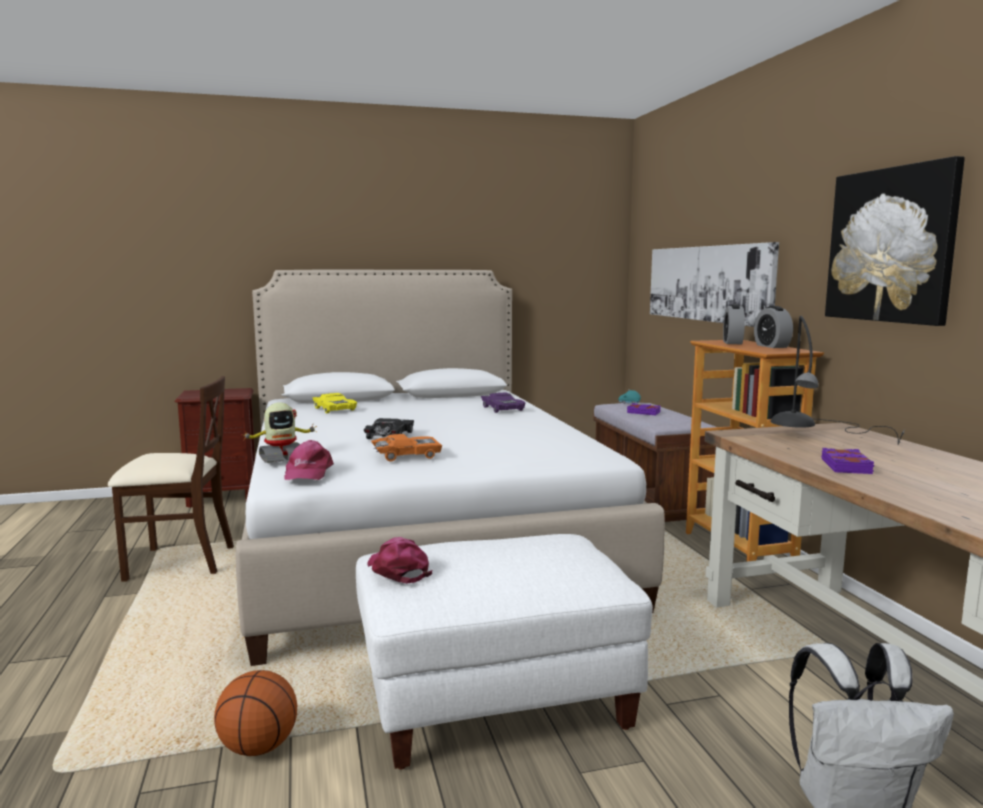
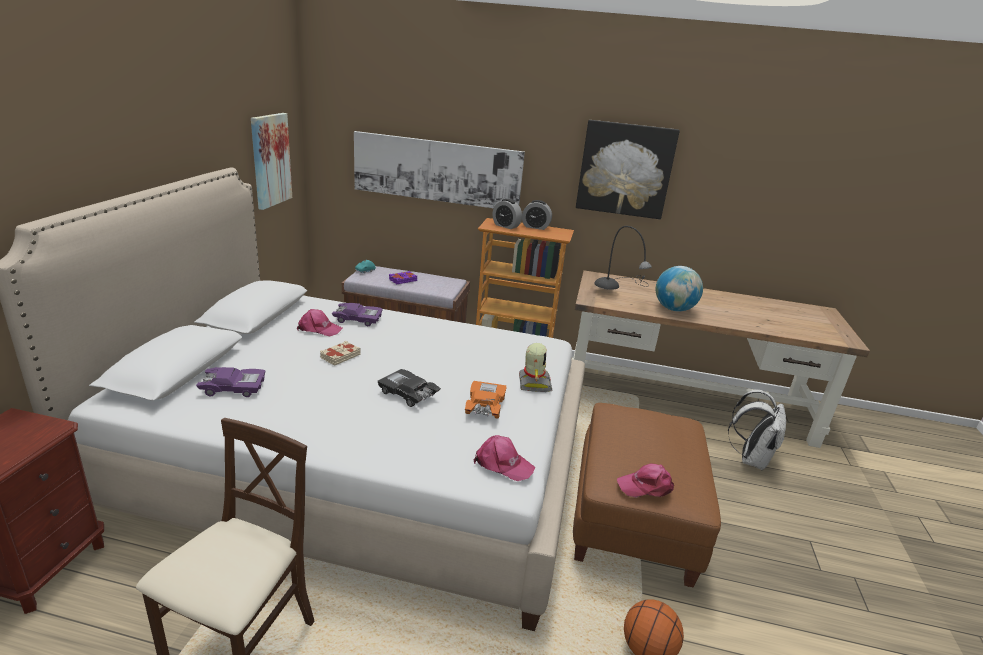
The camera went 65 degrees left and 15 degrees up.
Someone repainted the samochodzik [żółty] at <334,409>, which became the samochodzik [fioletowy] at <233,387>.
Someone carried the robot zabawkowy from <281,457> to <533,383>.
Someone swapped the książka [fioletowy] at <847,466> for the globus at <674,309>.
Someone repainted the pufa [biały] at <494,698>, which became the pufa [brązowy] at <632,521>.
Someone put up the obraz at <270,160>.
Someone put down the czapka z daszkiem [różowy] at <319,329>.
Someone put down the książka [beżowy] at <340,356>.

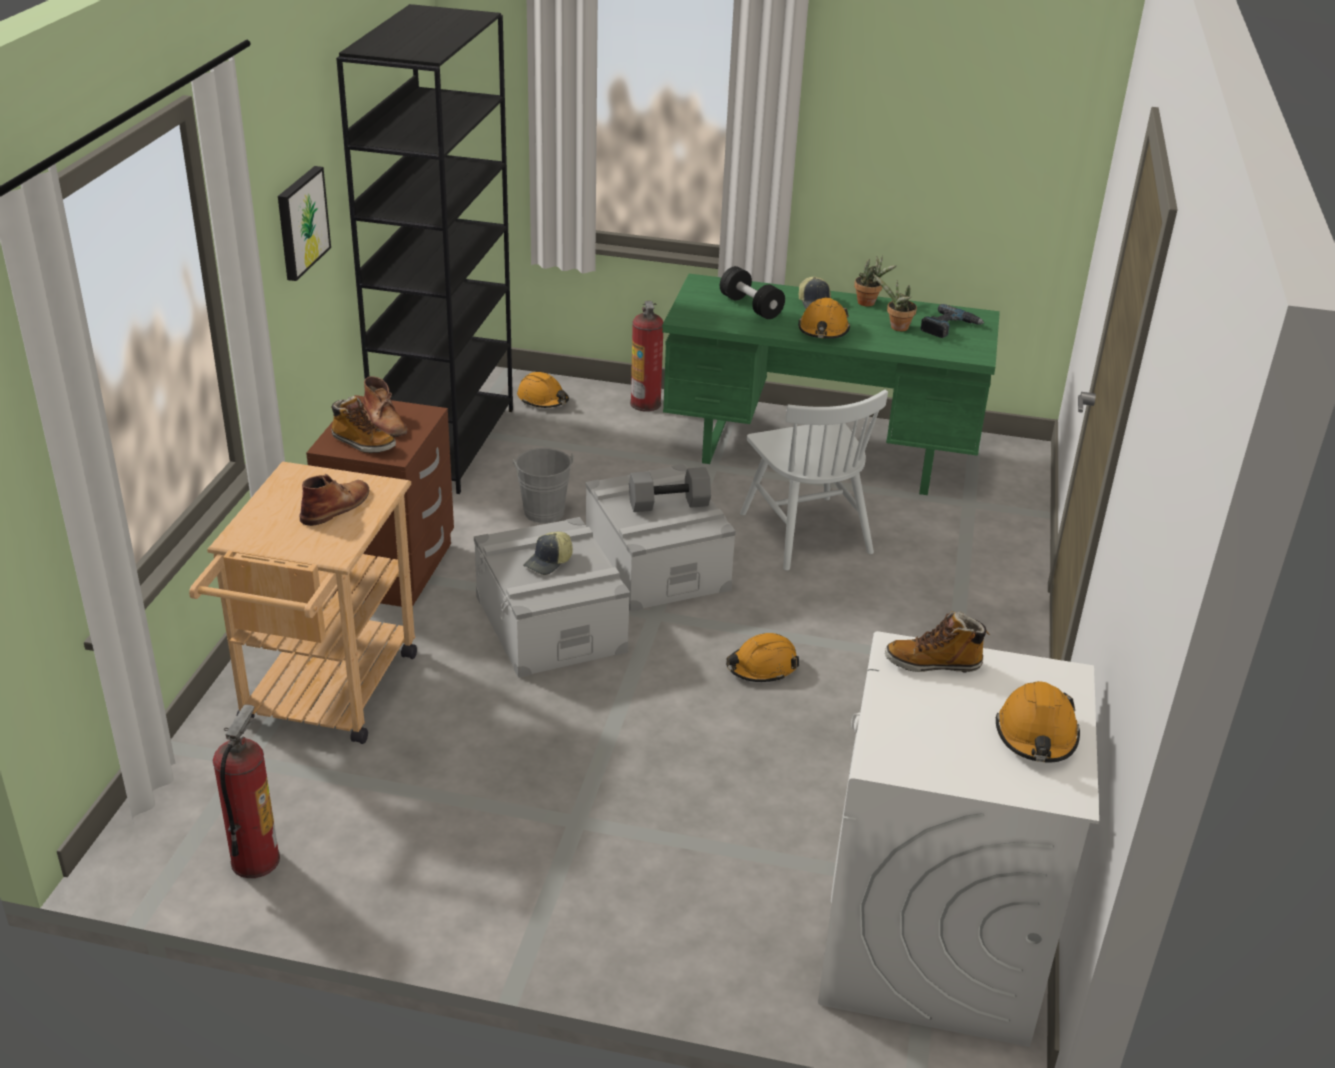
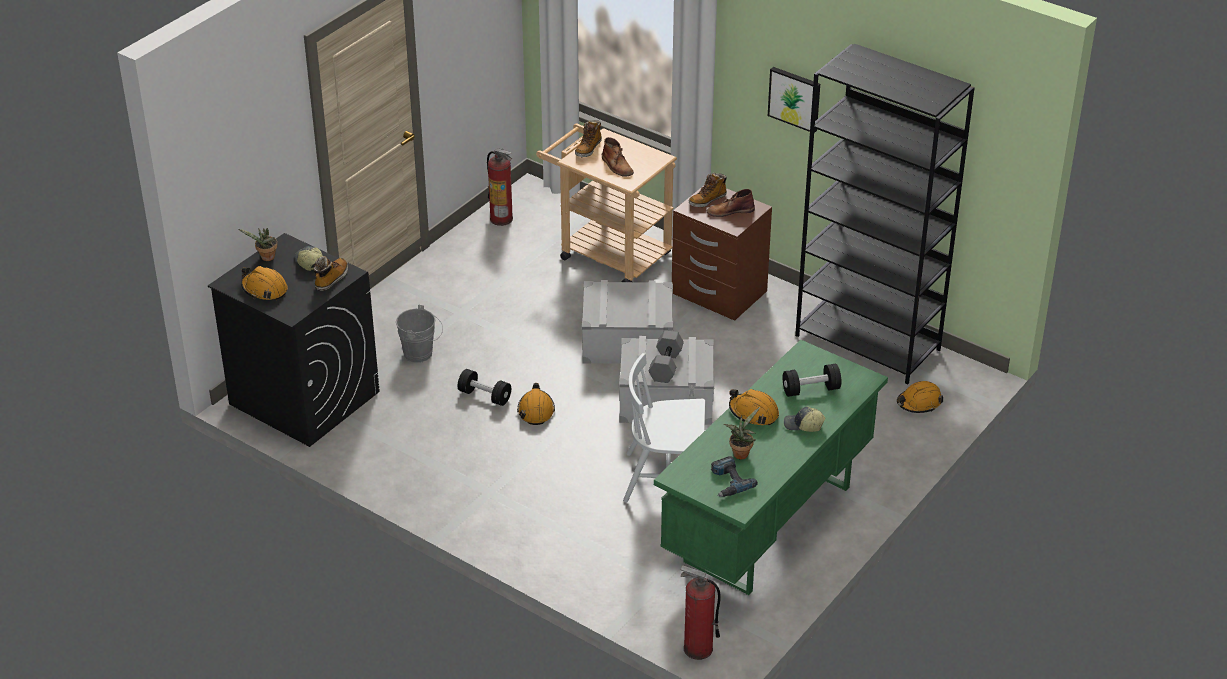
The camera went 115 degrees right and 5 degrees up.
Someone carried the roślina doniczkowa from <869,303> to <266,258>.
Someone carried the gaśnica from <646,404> to <697,649>.
Someone carried the wiadro [szary] from <543,510> to <421,354>.
Someone carried the czapka z daszkiem from <549,562> to <308,262>.
Someone repainted the pralka [biały] at <931,942>, which became the pralka [czarny] at <303,397>.
Someone put down the but z cholewką at <588,149>.
Someone put down the hantel [czarny] at <484,396>.

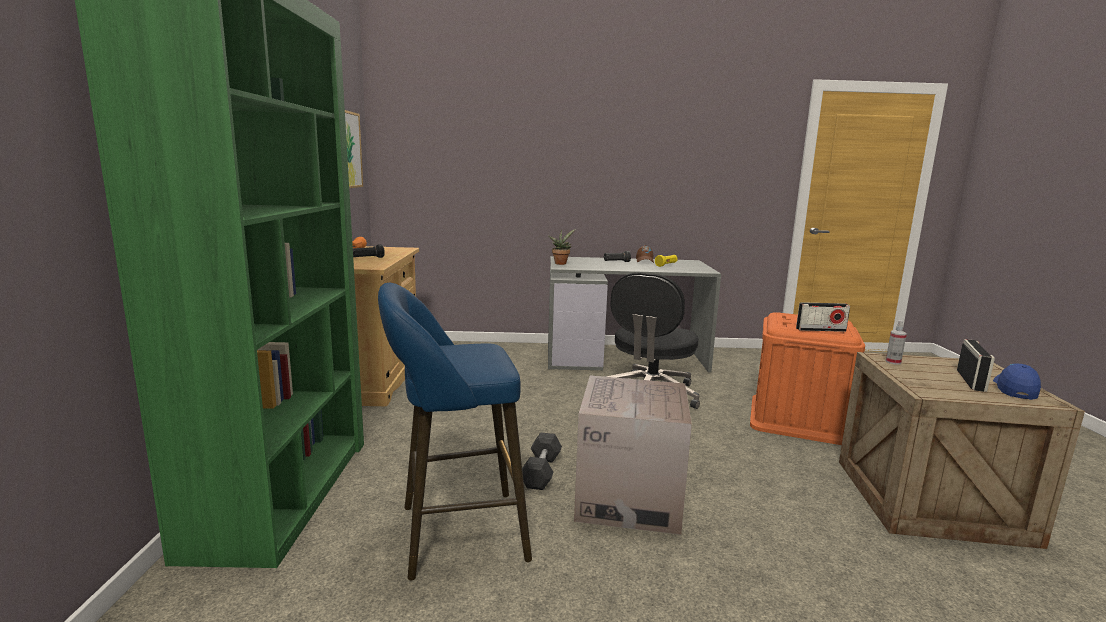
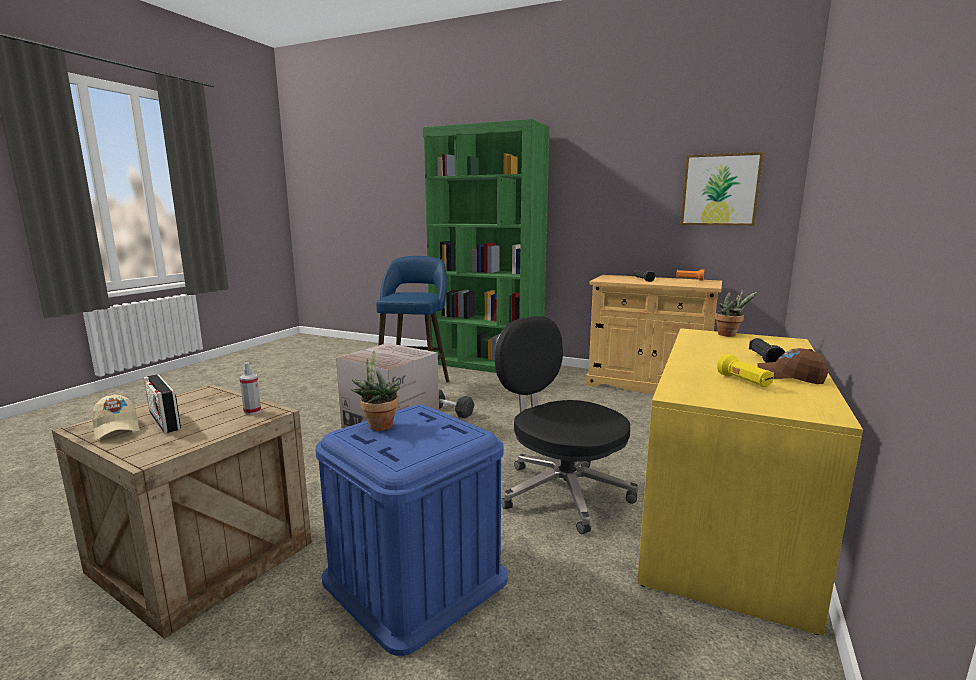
The camera went 115 degrees right and 0 degrees up.
Someone repainted the biurko [szary] at <625,357>, which became the biurko [żółty] at <727,521>.
Someone swapped the radio at <820,330> for the roślina doniczkowa at <378,425>.
Someone repainted the pojemnik do przechowywania [pomarańczowy] at <798,419>, which became the pojemnik do przechowywania [niebieski] at <415,578>.
Someone repainted the czapka z daszkiem [niebieski] at <1015,389>, which became the czapka z daszkiem [beżowy] at <116,428>.

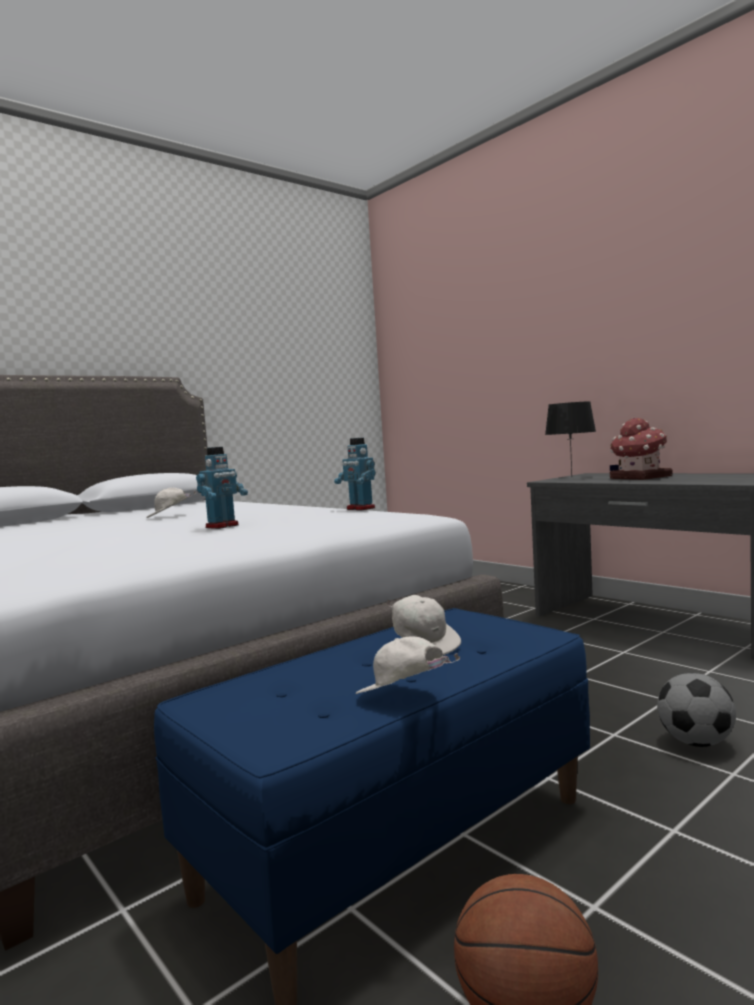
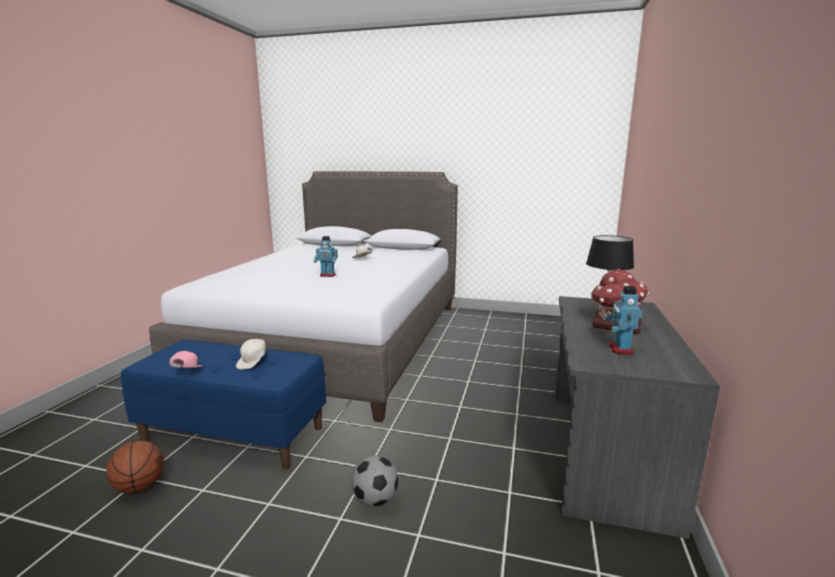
The camera went 55 degrees right and 10 degrees up.
Someone carried the robot zabawkowy from <360,509> to <620,349>.
Someone repainted the czapka z daszkiem [biały] at <403,697>, which became the czapka z daszkiem [różowy] at <186,373>.

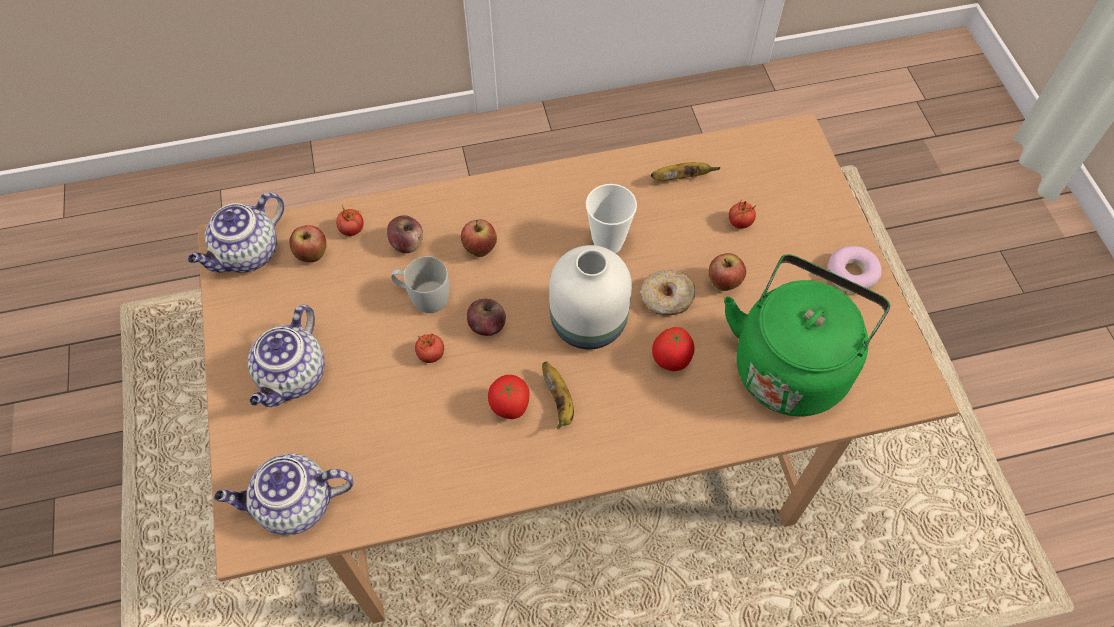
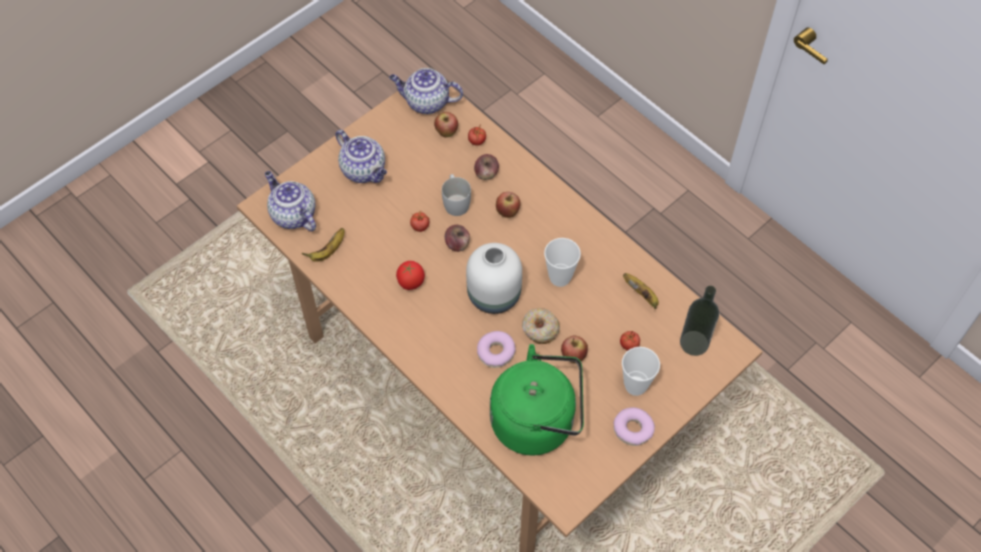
The camera went 60 degrees right and 0 degrees up.
Someone rotated the imbryk at <293,377> by 120 degrees counterclockwise.
Someone swapped the pomidor at <671,361> for the donut at <496,352>.
Someone carried the banan from <559,401> to <328,251>.
Someone put down the butelka at <694,343>.
Someone put down the filiżanka at <635,385>.

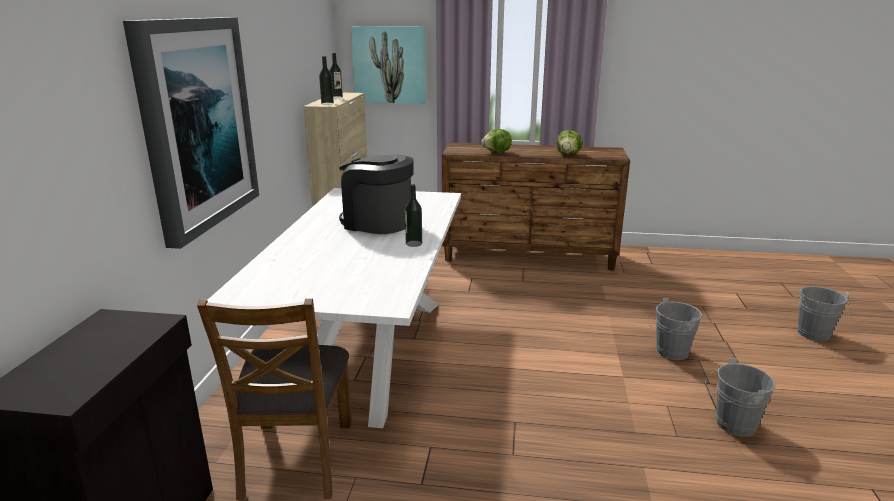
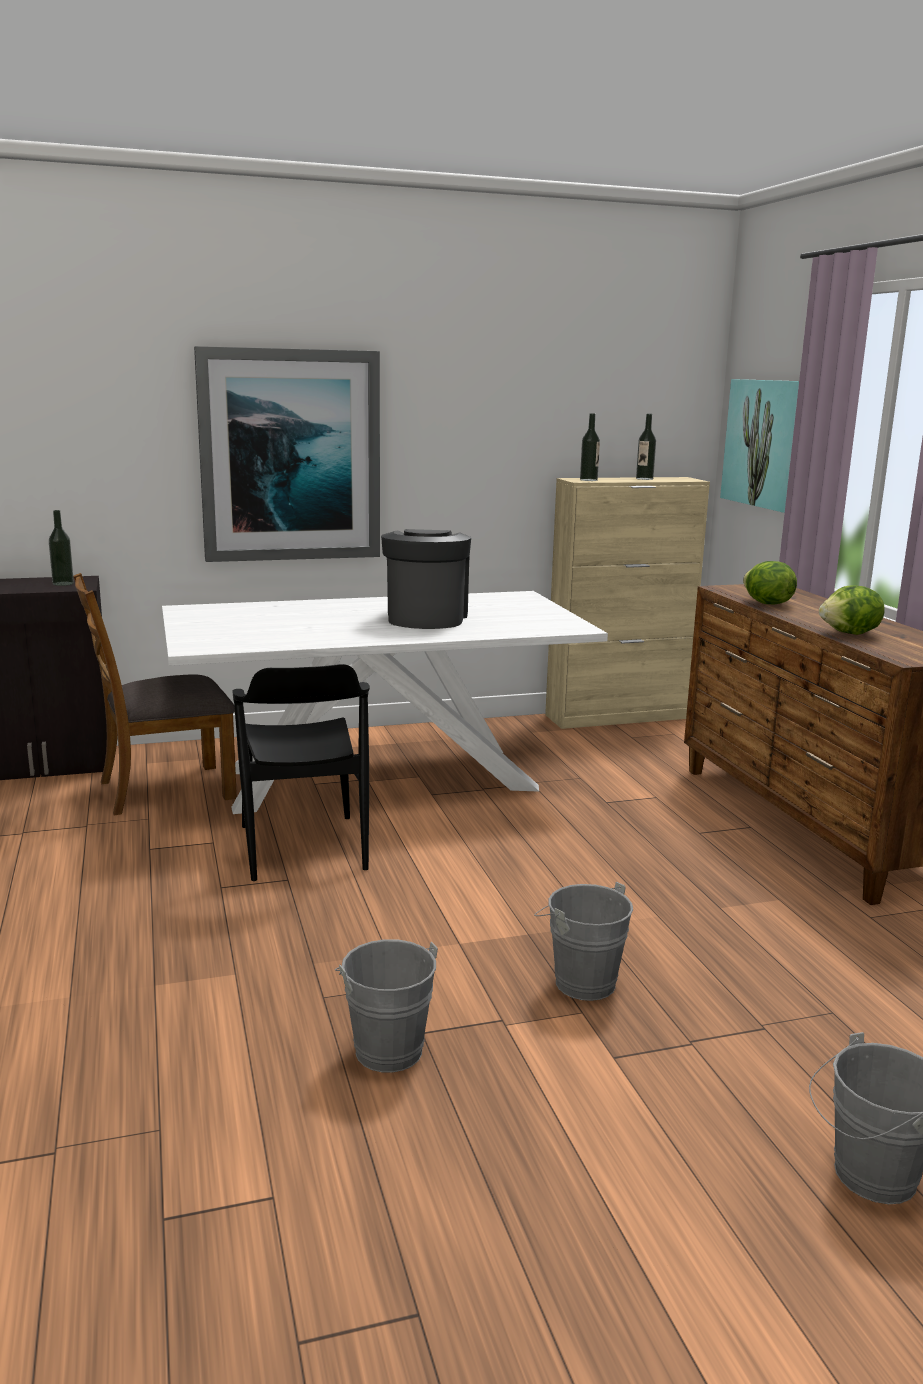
The camera went 65 degrees right and 5 degrees down.
Someone carried the butelka from <414,243> to <63,583>.
Someone put down the krzesło [czarny] at <303,847>.

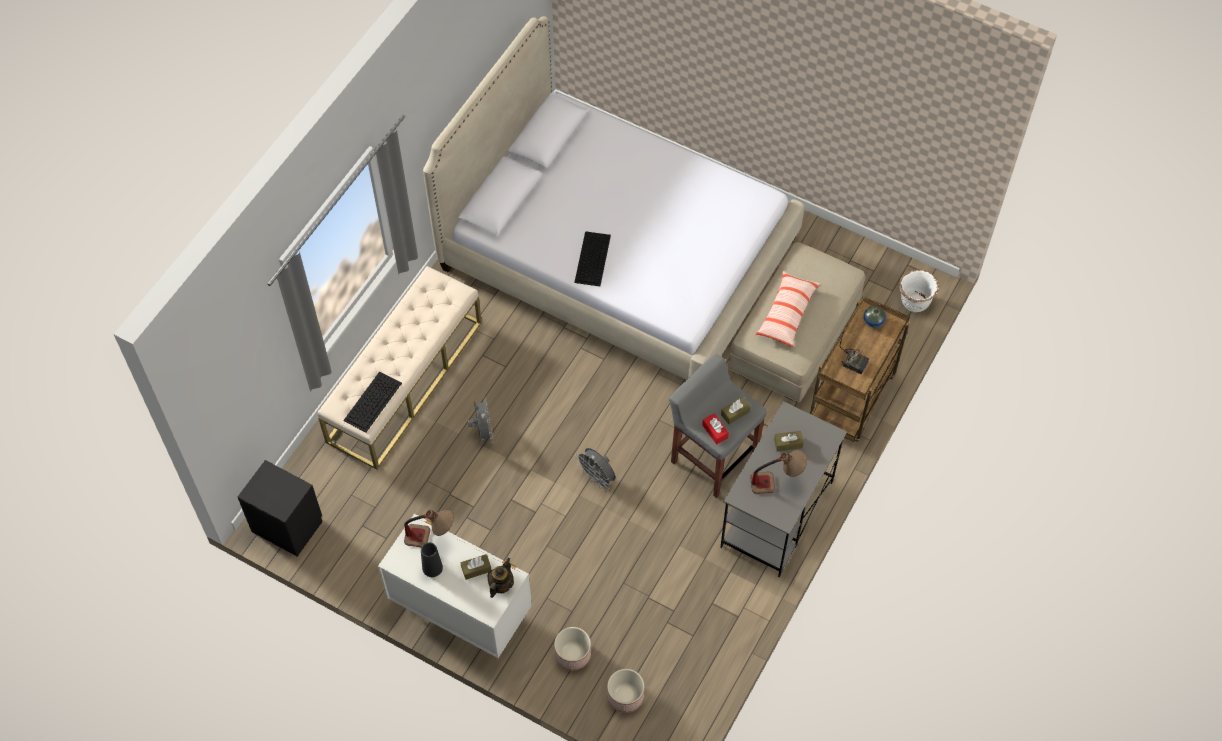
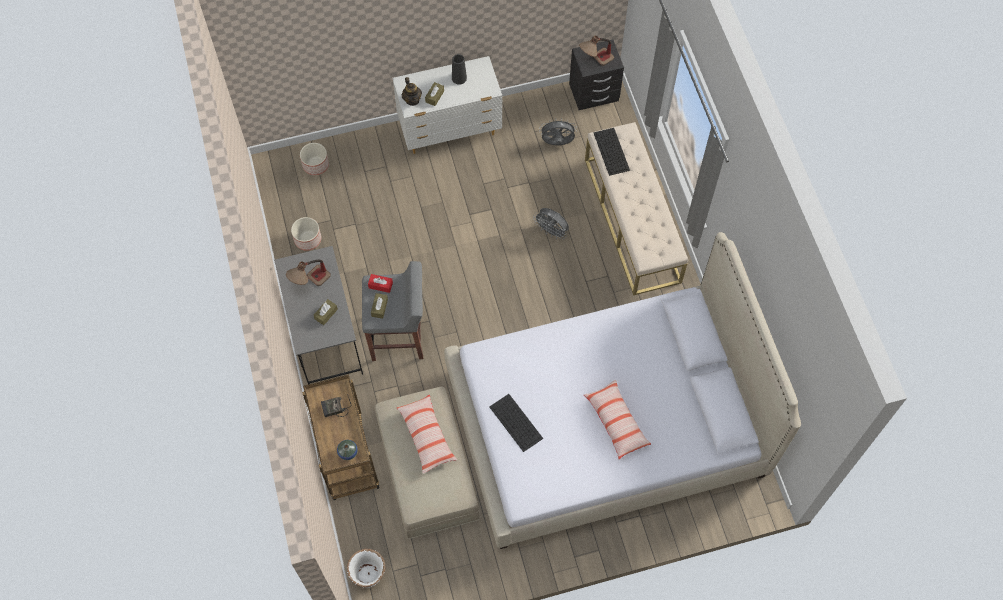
The camera went 135 degrees right and 5 degrees up.
Someone carried the klawiatura from <592,258> to <516,423>.
Someone carried the wentylator [szary] from <597,478> to <557,143>.
Someone carried the lampa stołowa from <431,538> to <595,62>.
Someone carried the donica from <572,654> to <308,239>.
Someone put down the poduszka at <616,422>.

